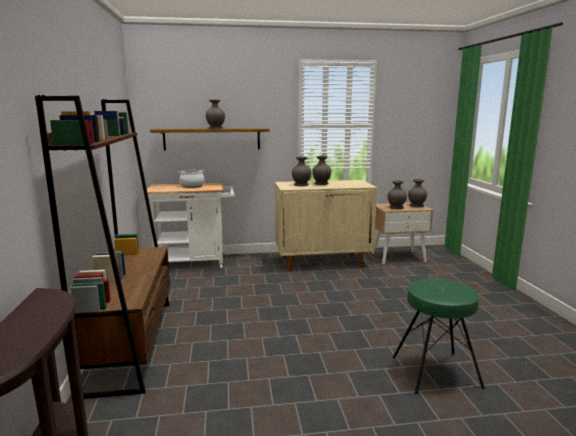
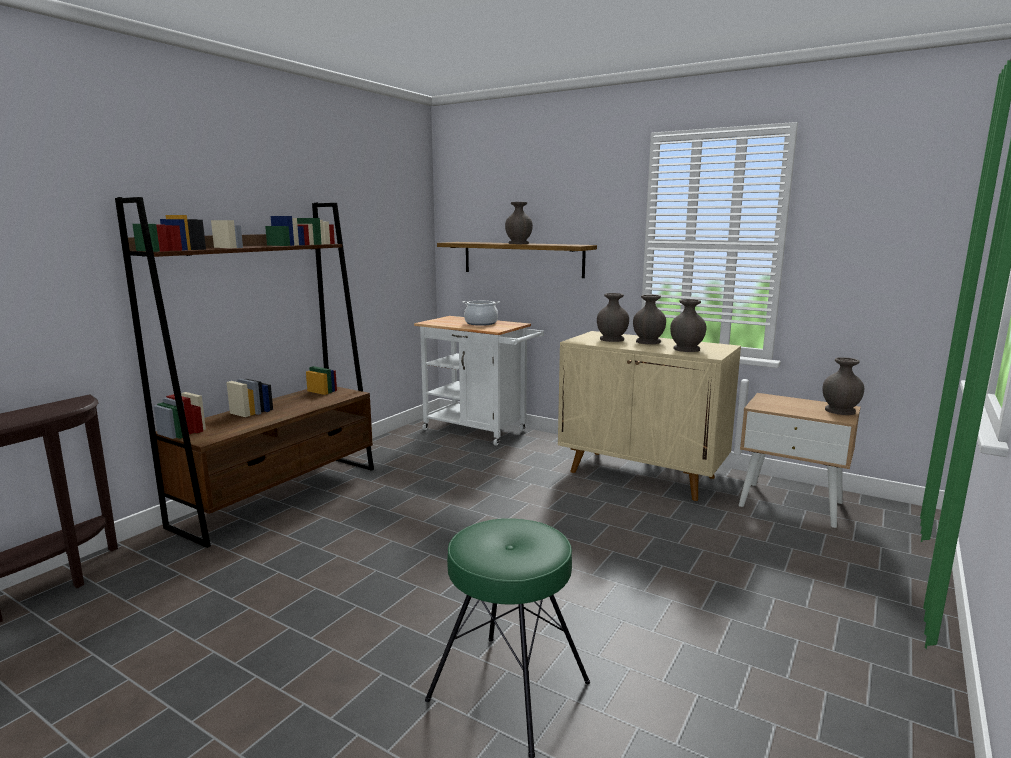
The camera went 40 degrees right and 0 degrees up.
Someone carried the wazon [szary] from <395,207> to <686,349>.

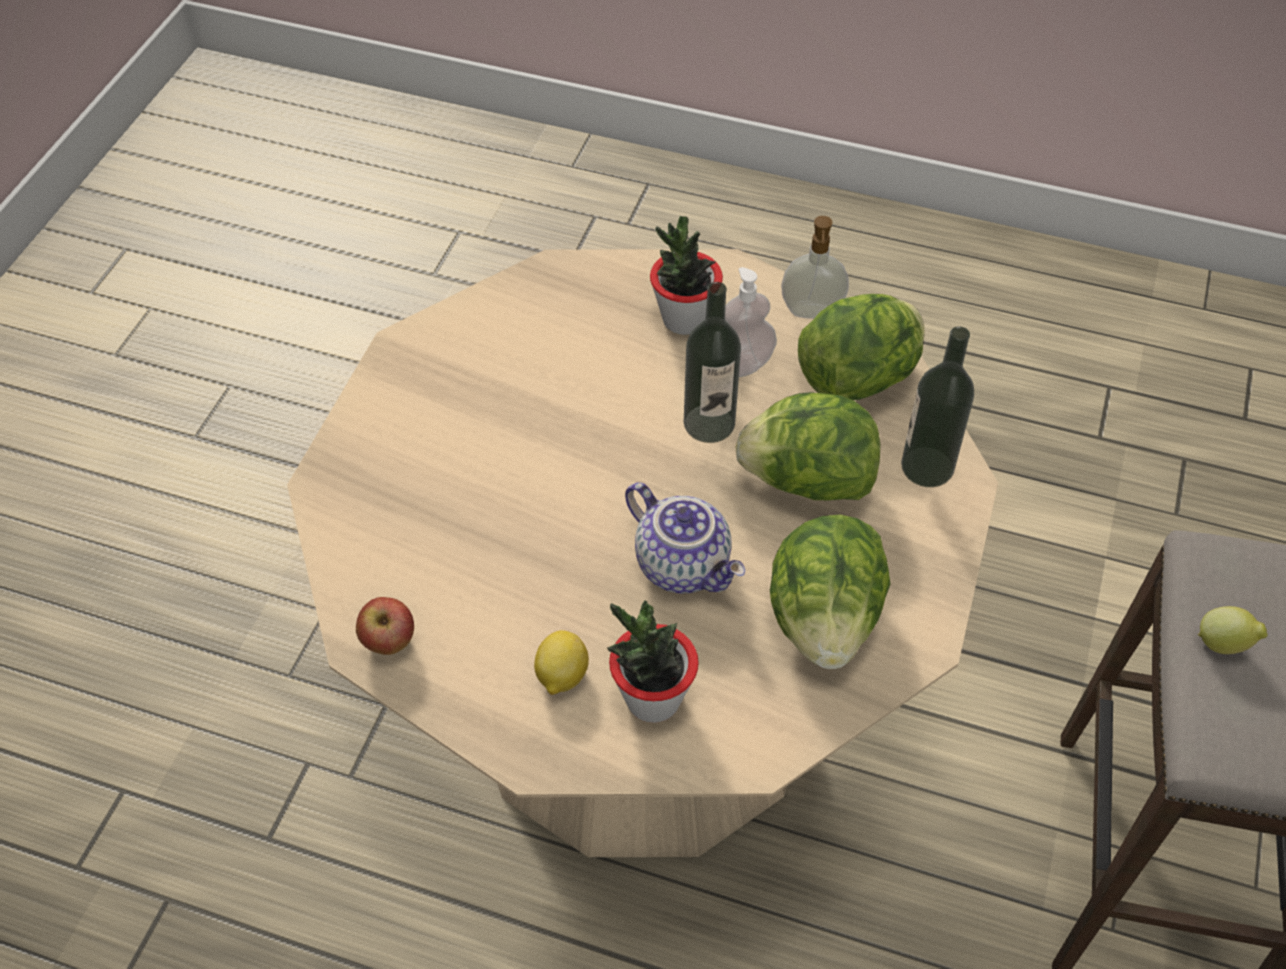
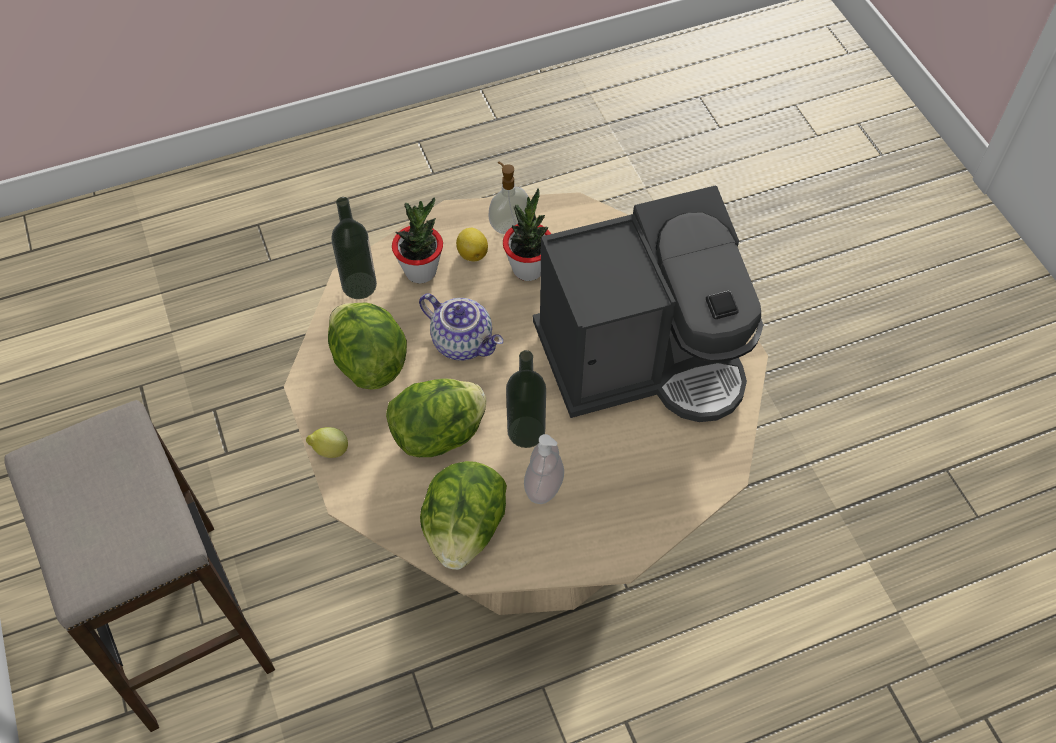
The camera went 140 degrees right and 5 degrees up.
Someone carried the roślina doniczkowa from <684,319> to <528,268>.
Someone carried the dozownik mydła from <811,313> to <508,224>.
Someone carried the butelka from <927,467> to <359,285>.
Someone rotated the imbryk at <685,565> by 150 degrees counterclockwise.
Someone took away the jabłko at <389,643>.
Someone carried the cytryna from <1224,645> to <330,451>.
Someone put down the ekspres do kawy at <643,357>.

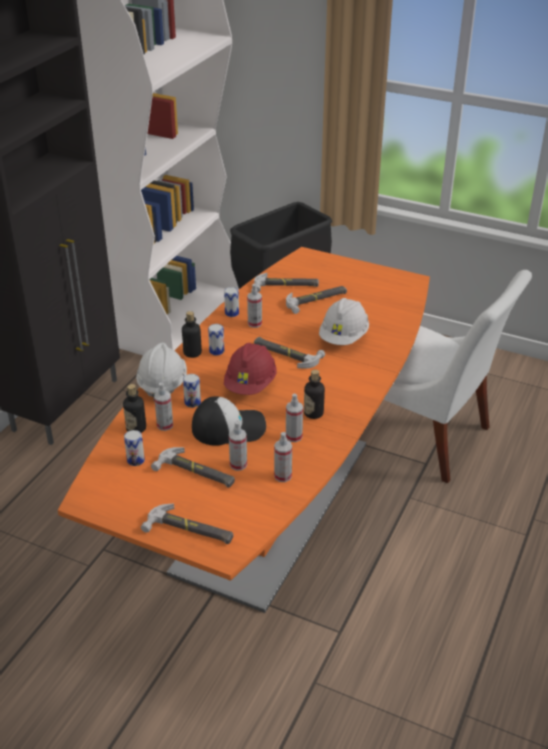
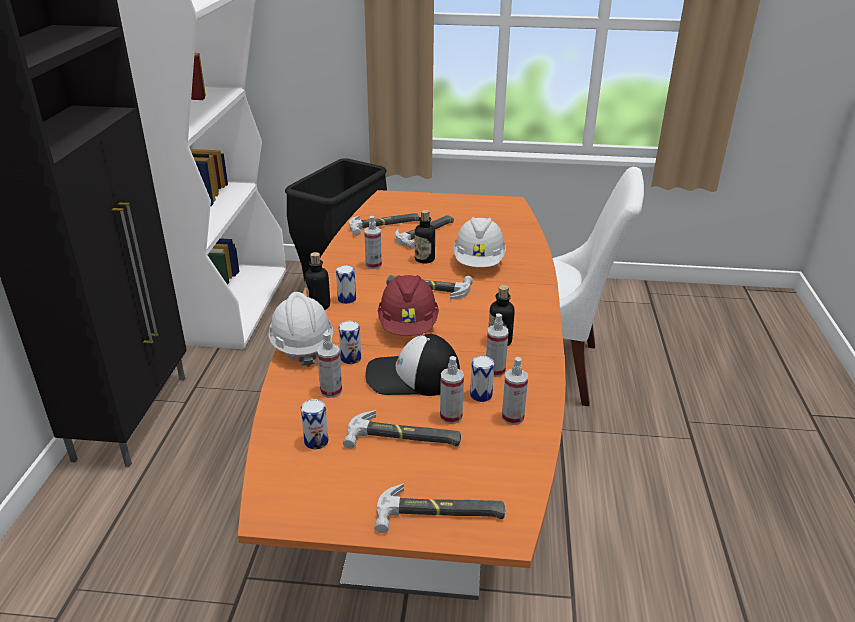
The camera went 20 degrees left and 5 degrees down.
Someone carried the puszka from <232,313> to <481,395>.
Someone carried the butelka from <136,428> to <424,259>.
Someone rotated the czapka z daszkiem at <229,427> by 150 degrees counterclockwise.

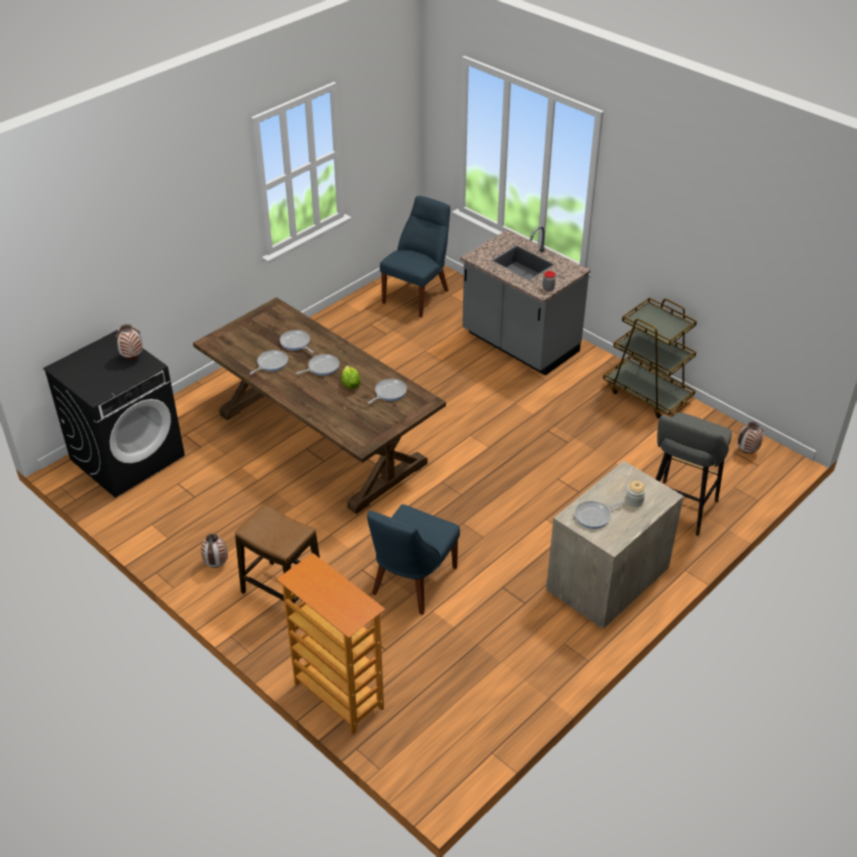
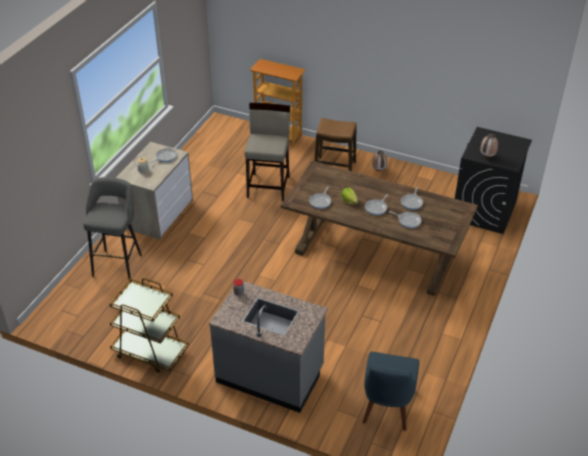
The camera went 160 degrees right and 0 degrees up.
Someone took away the wazon at <746,452>.
Someone swapped the krzesło [niebieski] at <411,583> for the stołek [beżowy] at <268,186>.

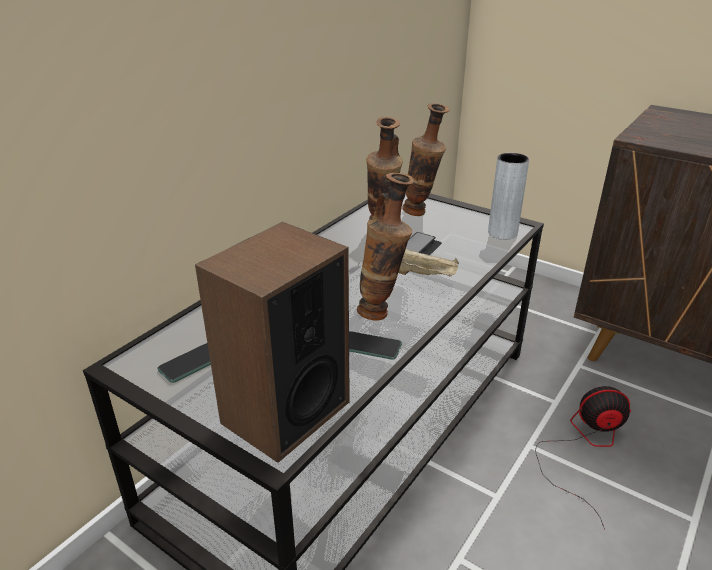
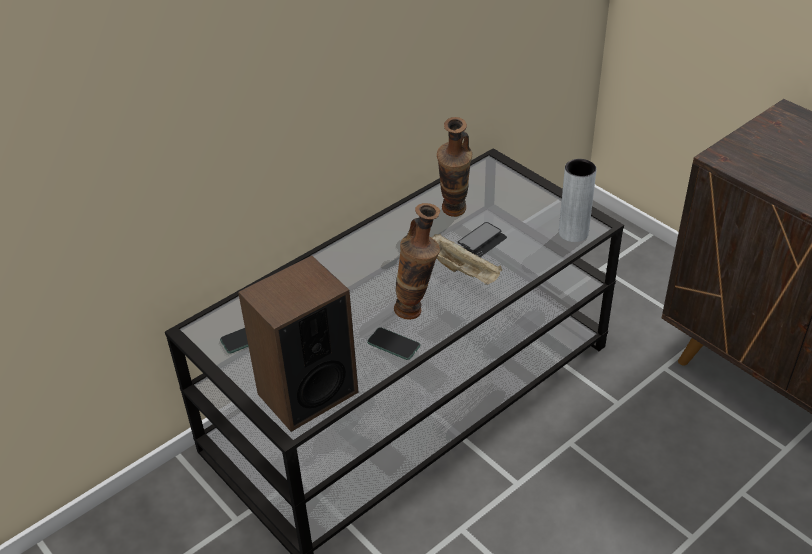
The camera went 15 degrees right and 10 degrees up.
Someone took away the wazon at <421,214>.
Someone took away the wentylator at <585,447>.

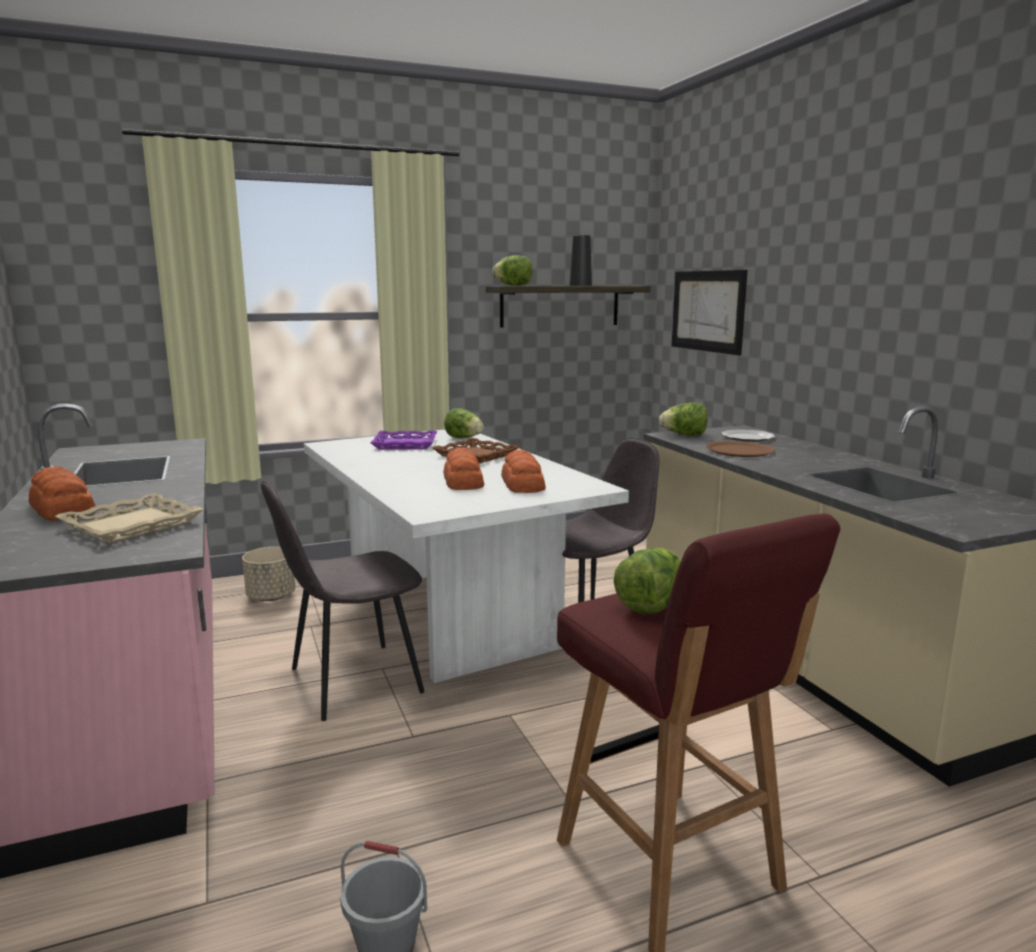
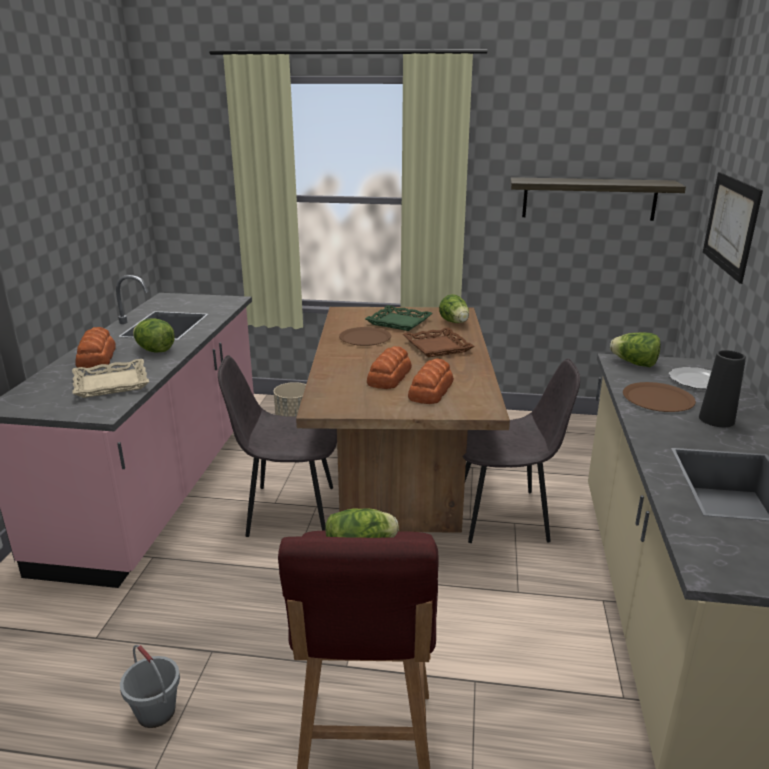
The camera went 30 degrees right and 10 degrees up.
Someone carried the wazon [czarny] from <580,285> to <716,419>.
Someone carried the sałata from <514,285> to <155,350>.
Someone repainted the stół jadalny [biały] at <447,615>, which became the stół jadalny [brązowy] at <399,473>.
Someone repainted the taca [fioletowy] at <405,444>, which became the taca [zielony] at <399,322>.
Someone put down the talerz [brązowy] at <365,338>.

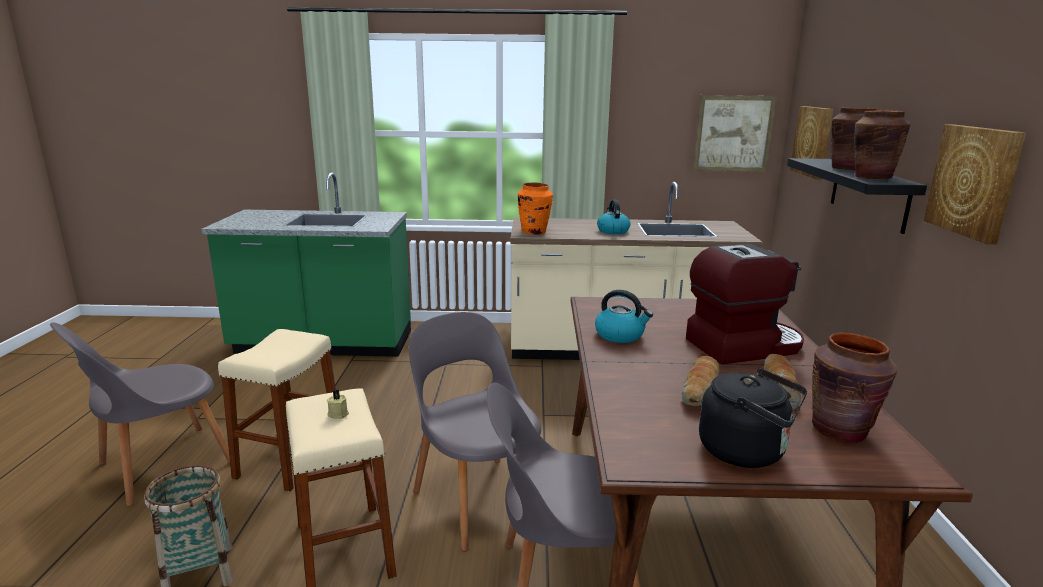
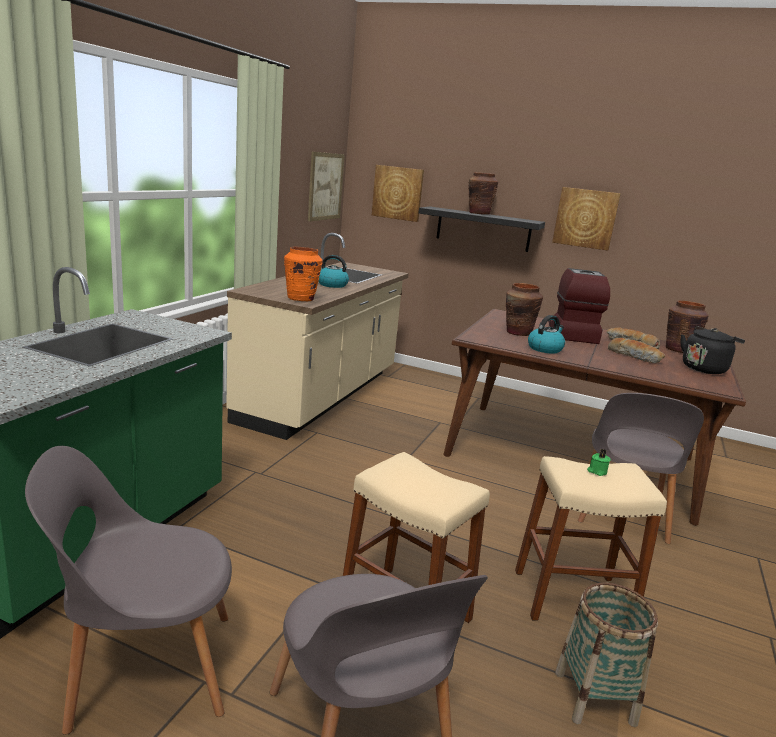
The camera went 70 degrees left and 0 degrees up.
Someone carried the wazon [brązowy] from <872,177> to <518,333>.
Someone carried the krzesło [szary] from <479,497> to <145,668>.
Someone repainted the świeca [beżowy] at <338,414>, which became the świeca [zielony] at <597,471>.

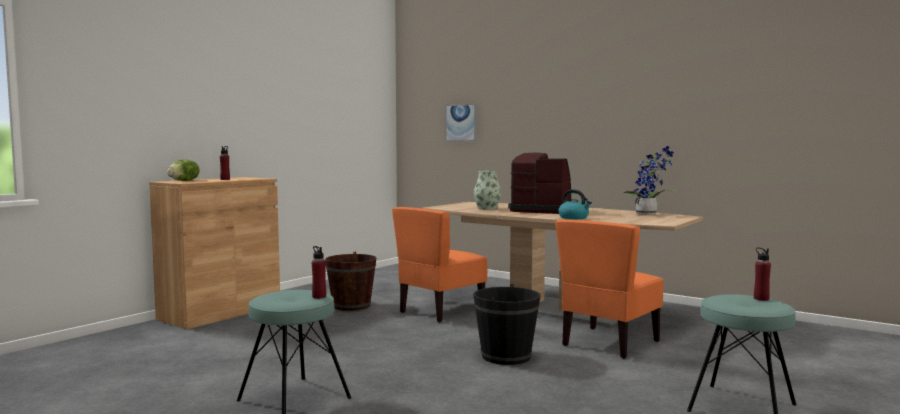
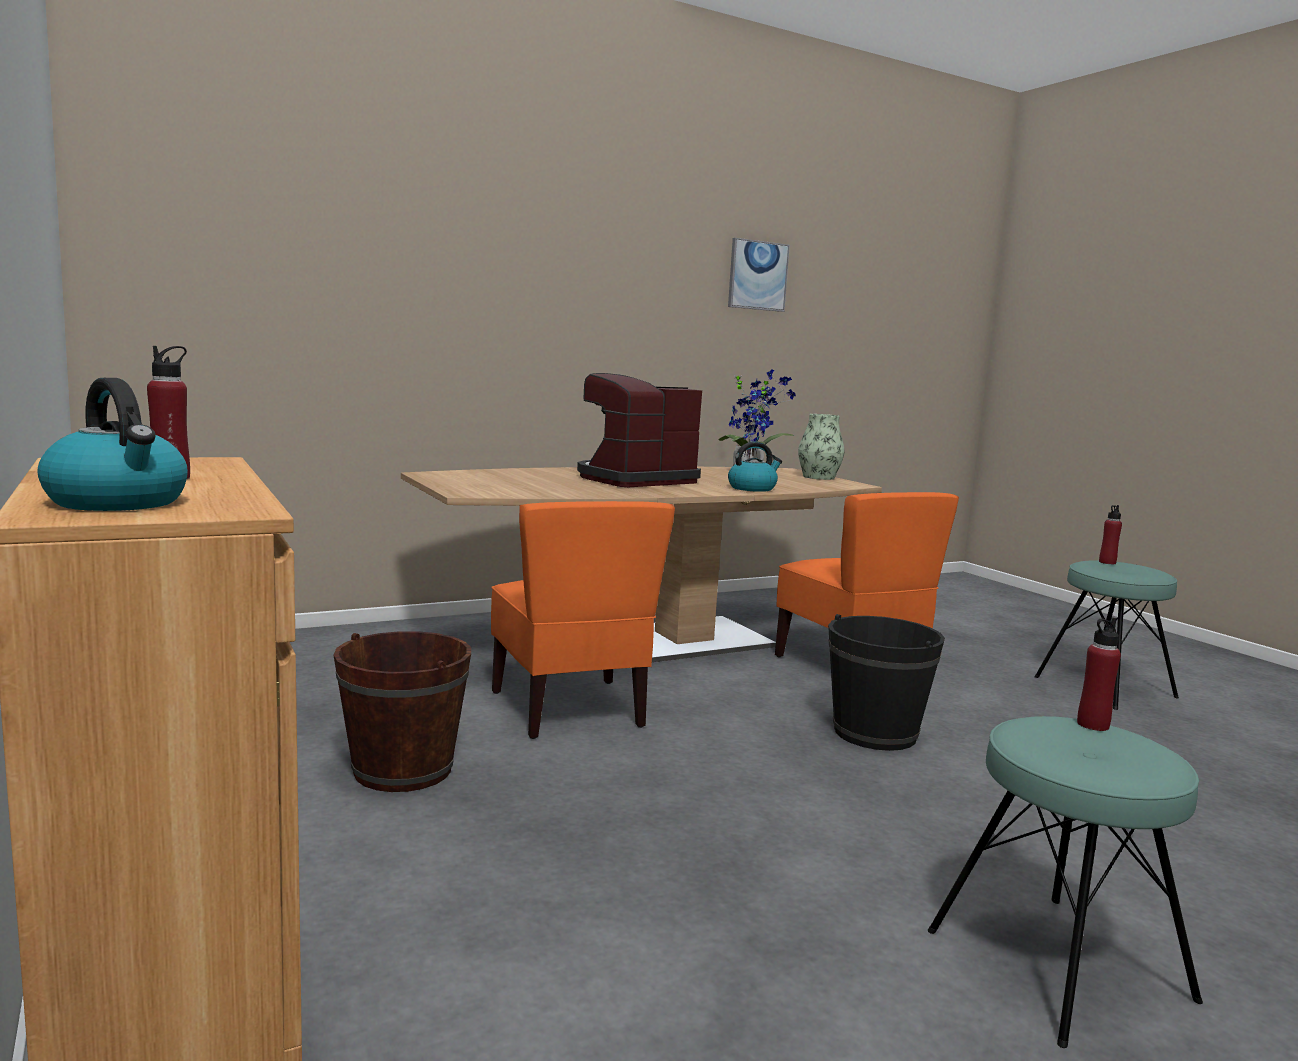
The camera went 65 degrees left and 5 degrees up.
Someone carried the obraz from <461,122> to <757,275>.
Someone swapped the sałata at <184,181> for the czajnik at <119,502>.
Someone carried the wazon from <487,208> to <818,477>.

